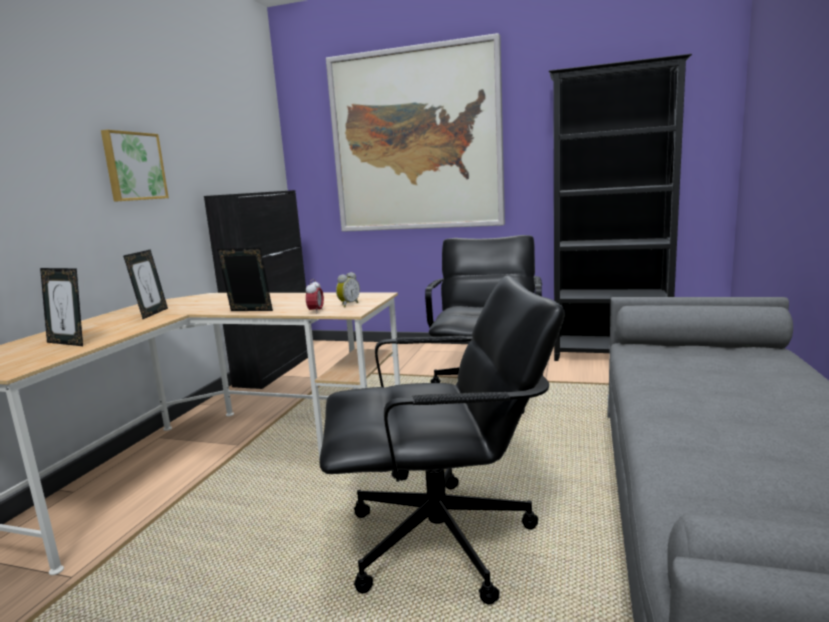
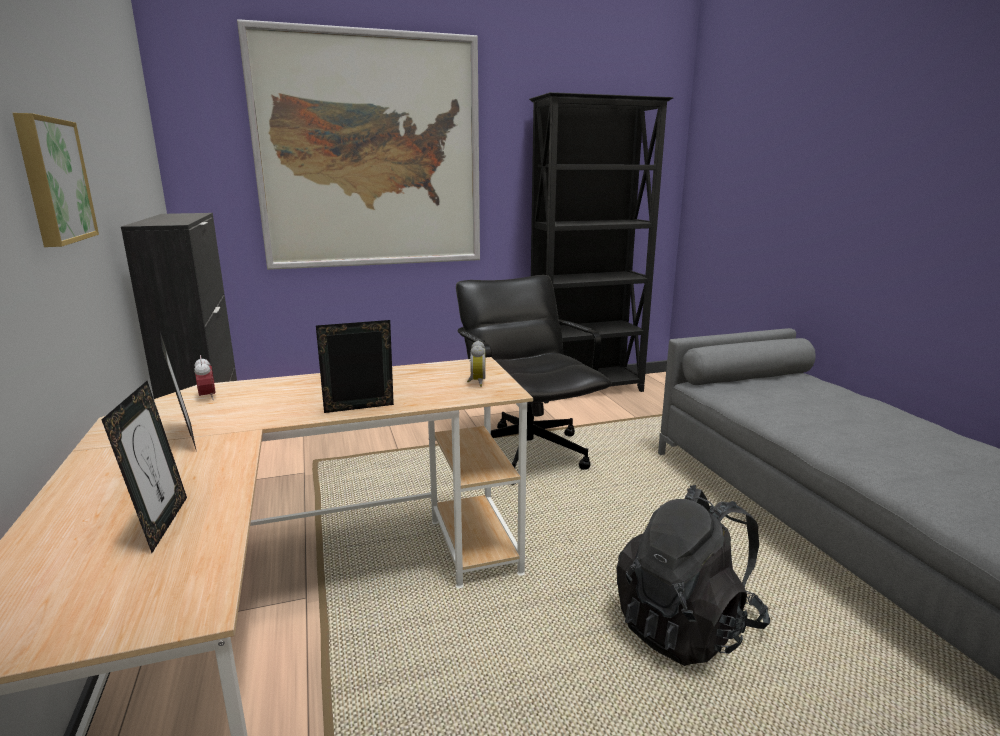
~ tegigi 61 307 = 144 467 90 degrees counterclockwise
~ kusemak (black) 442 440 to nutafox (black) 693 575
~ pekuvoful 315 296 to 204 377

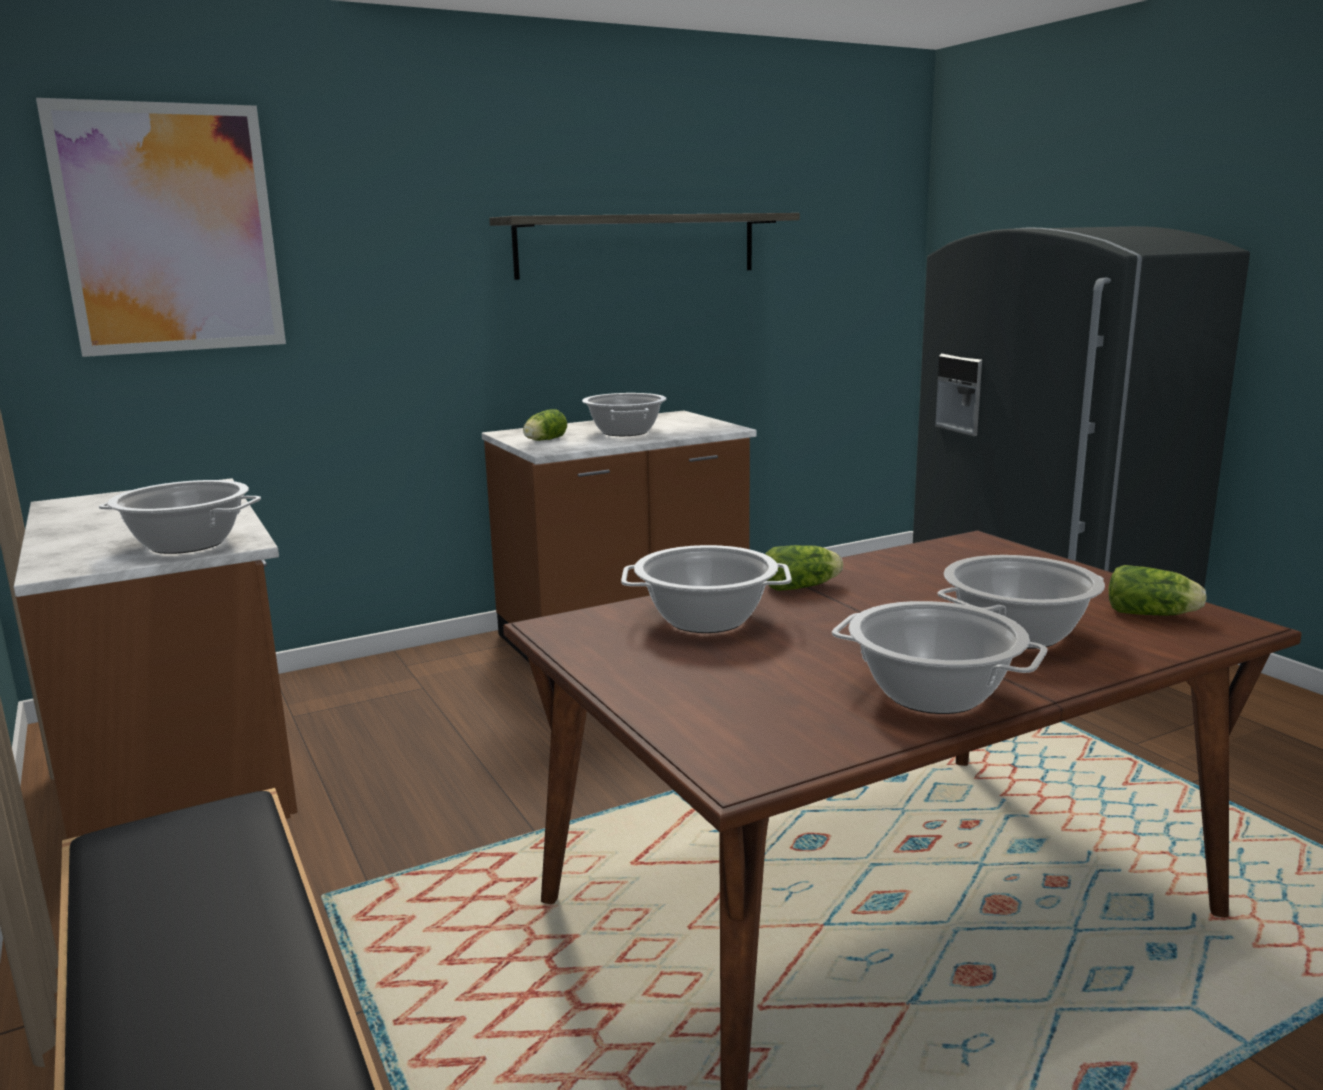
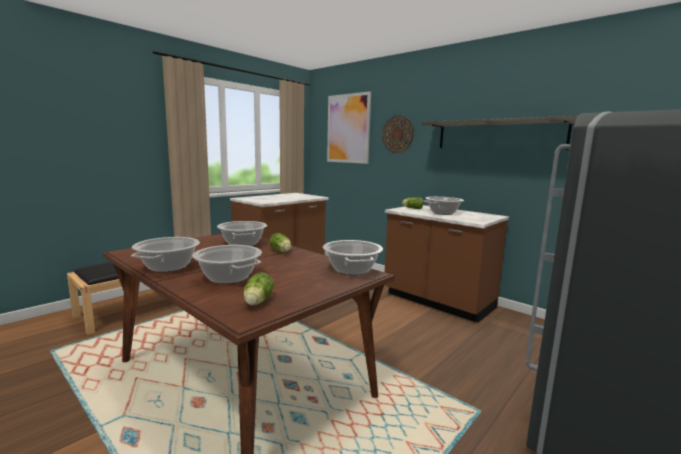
~ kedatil 180 517 to 353 257
+ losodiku 398 134

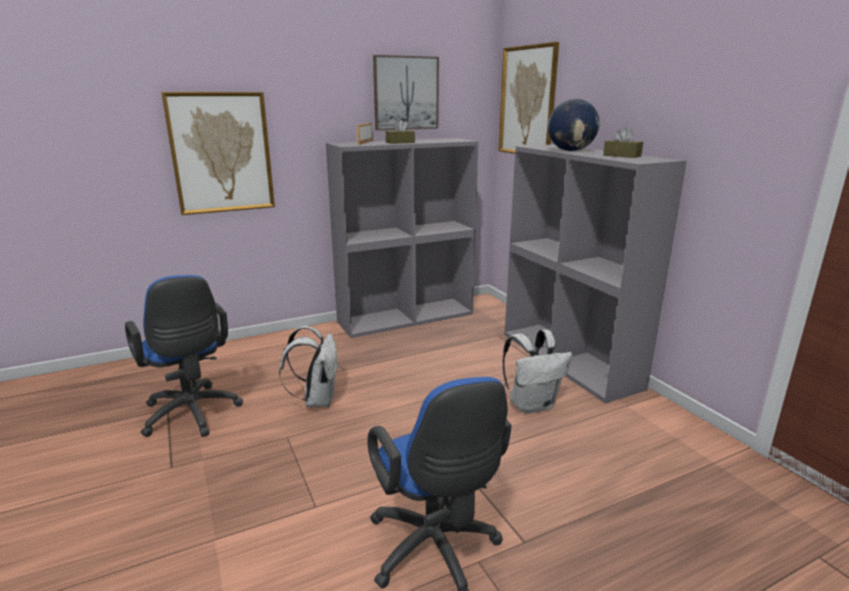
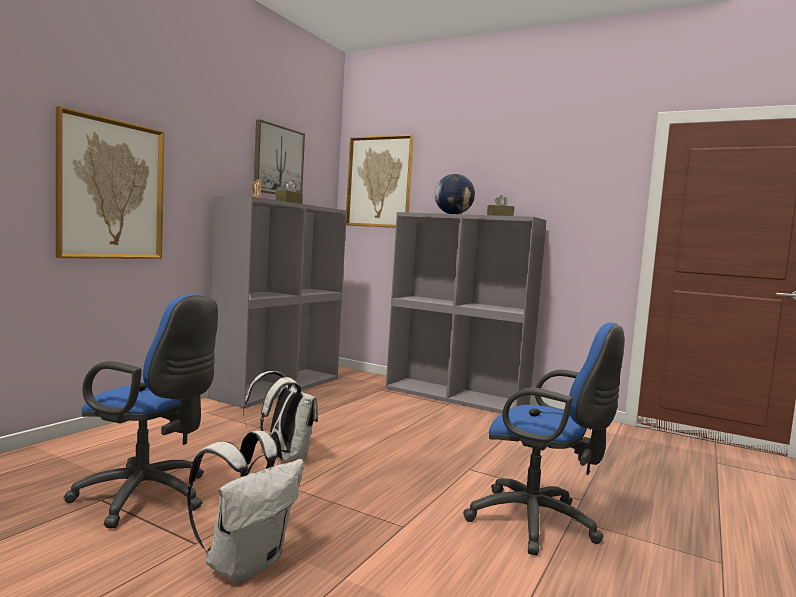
~ nutafox (white) 537 372 to 245 506

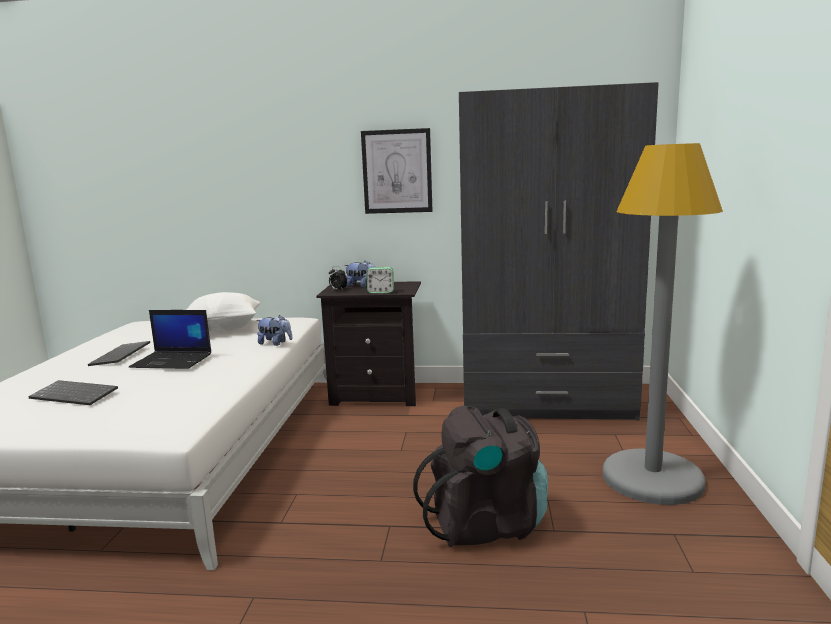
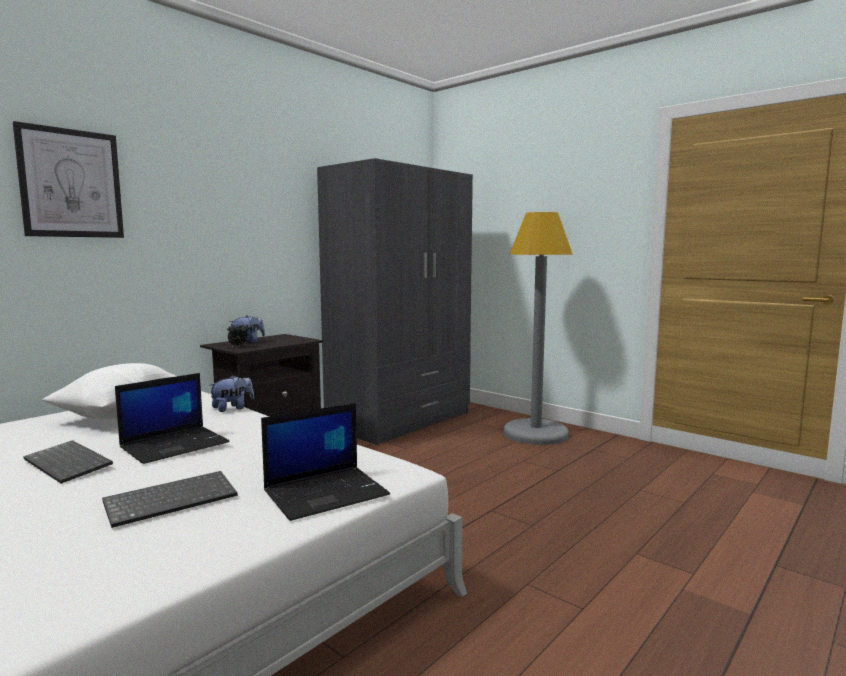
~ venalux 396 171 to 68 179
- pekuvoful 380 280
- nutafox (black) 480 476
+ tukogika 325 462

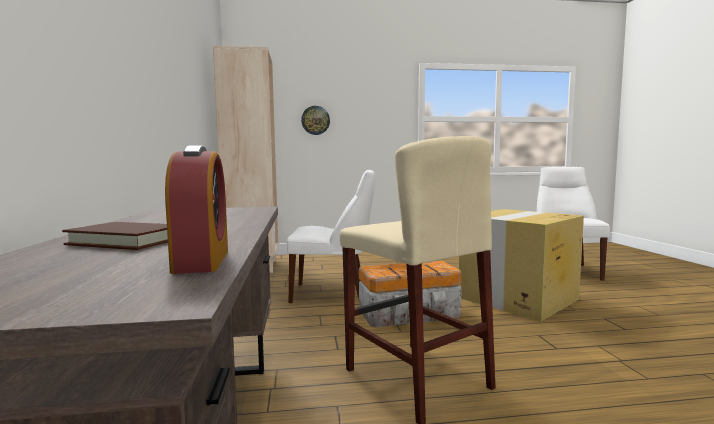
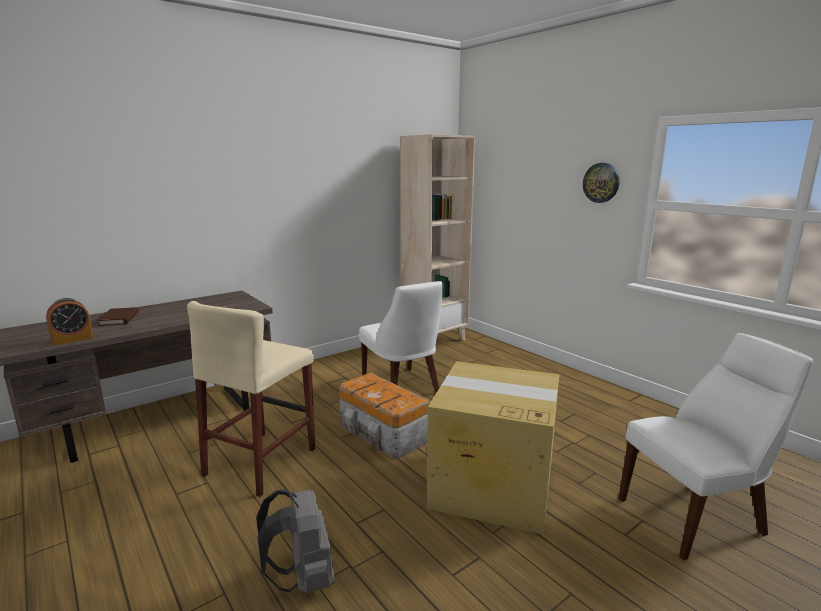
~ losodiku 315 120 to 601 183
+ nutafox (grey) 295 541

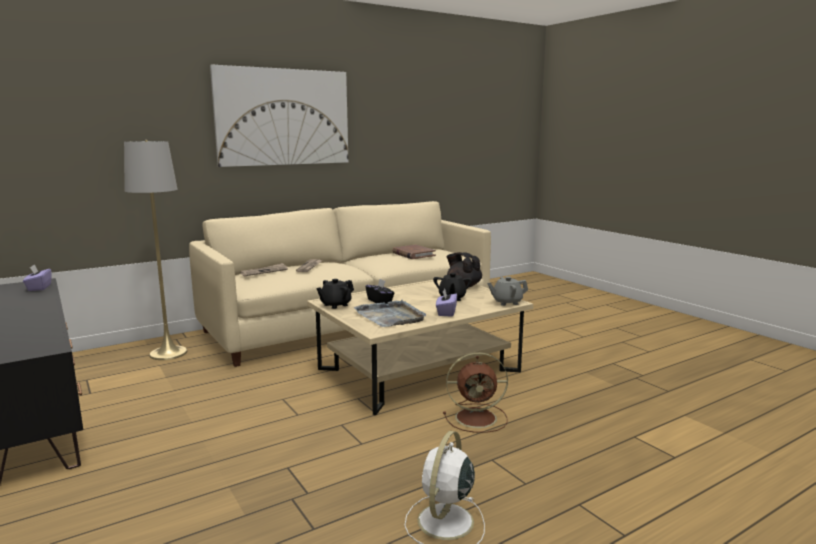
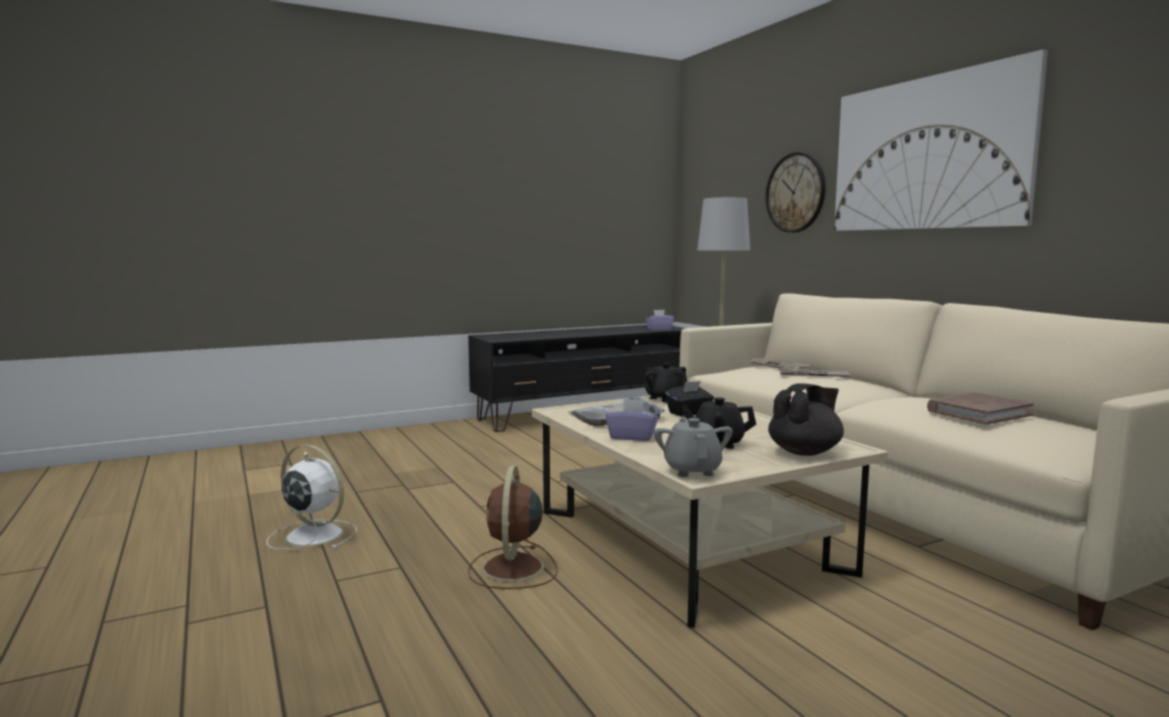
+ losodiku 796 192

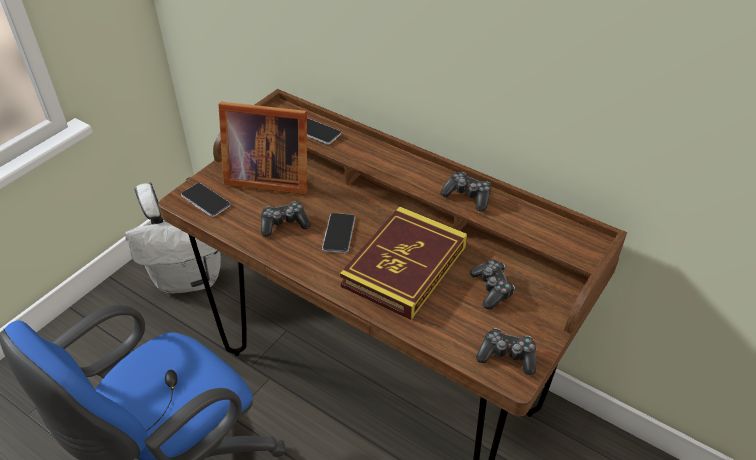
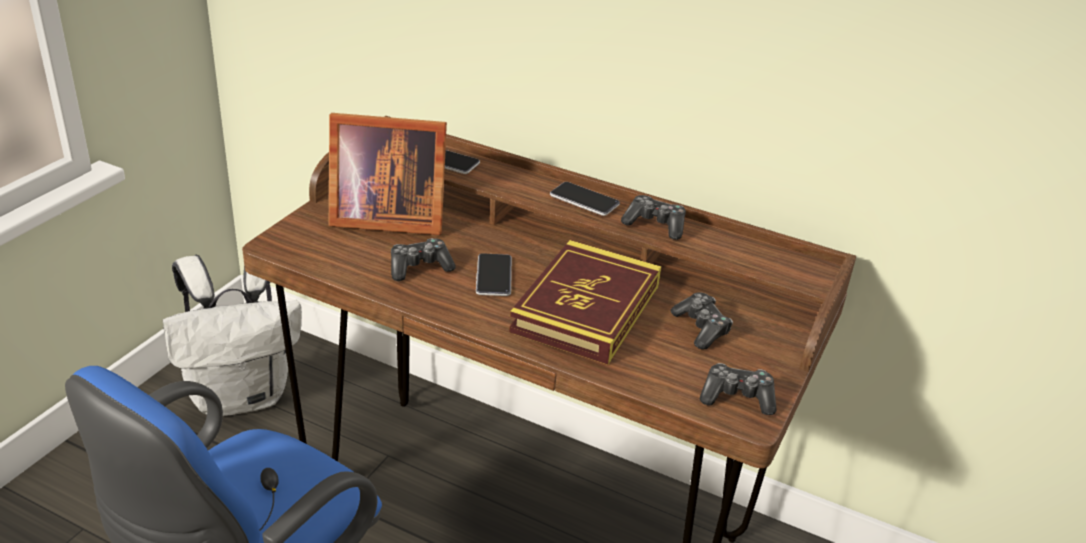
~ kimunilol 206 200 to 585 199

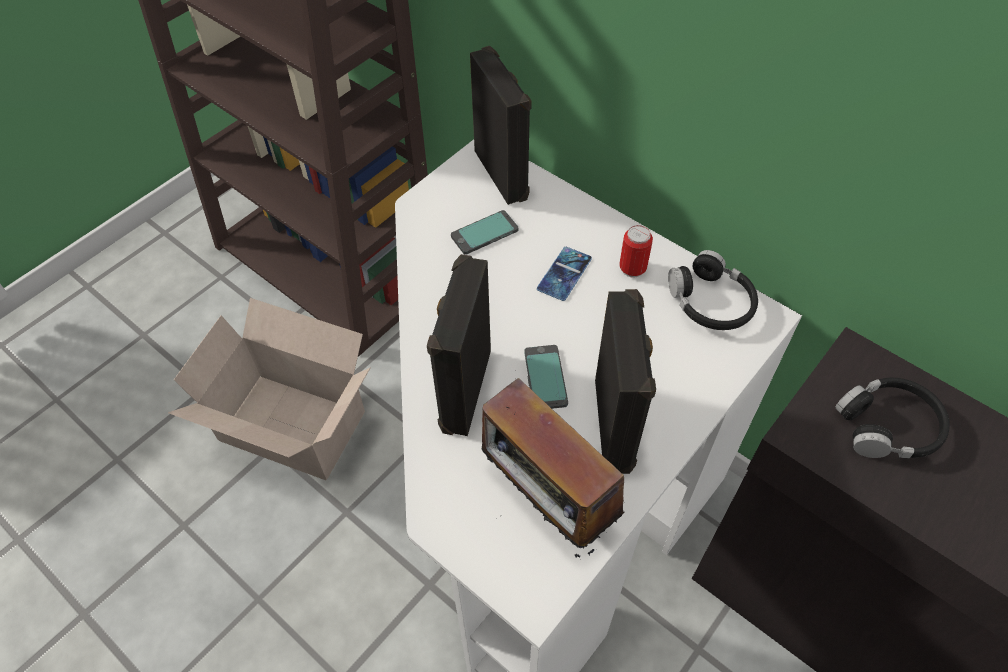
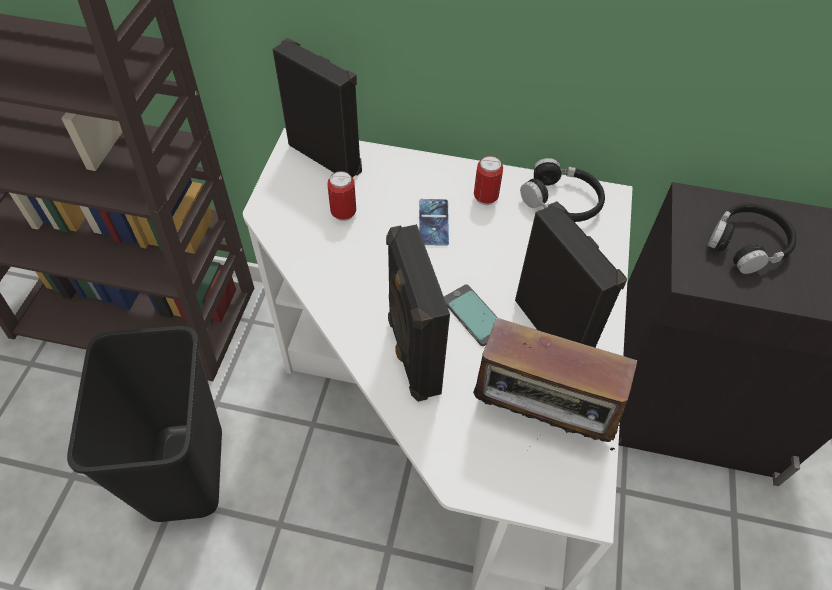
~ kimunilol 484 232 to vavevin 341 196
~ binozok 269 389 to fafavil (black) 144 424

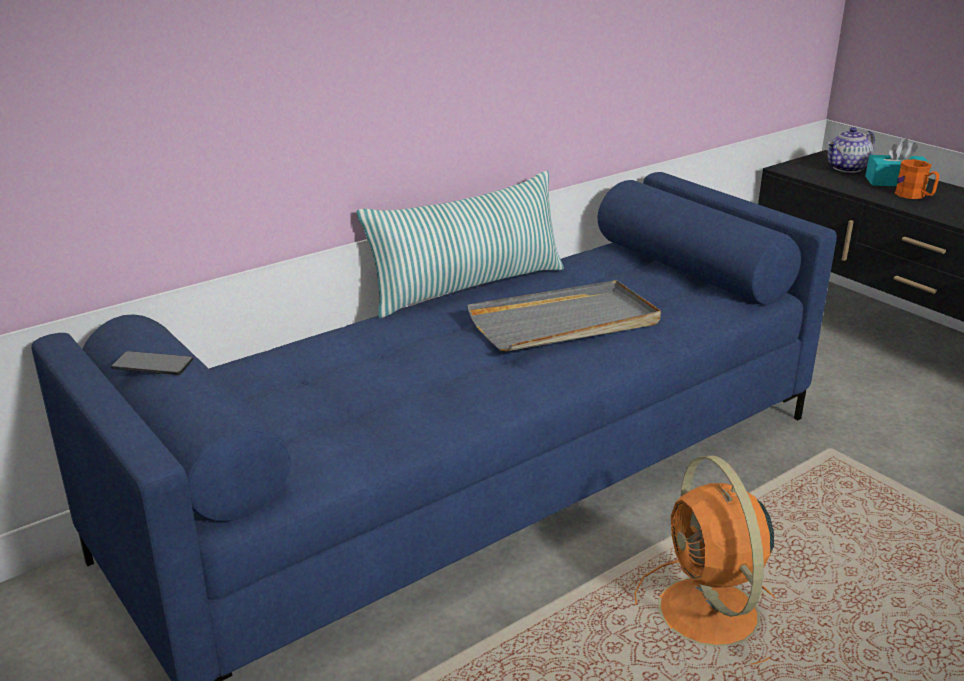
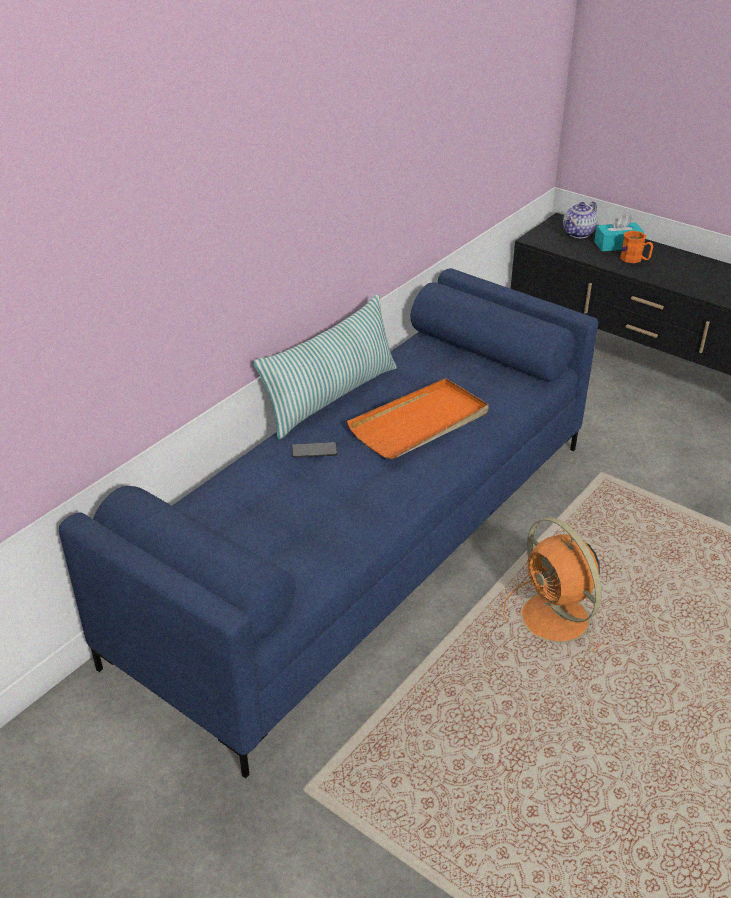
~ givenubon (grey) 564 315 to givenubon (orange) 418 418
~ kimunilol 152 363 to 314 450

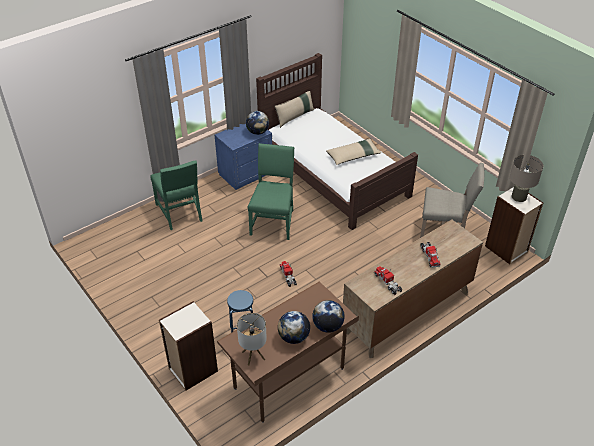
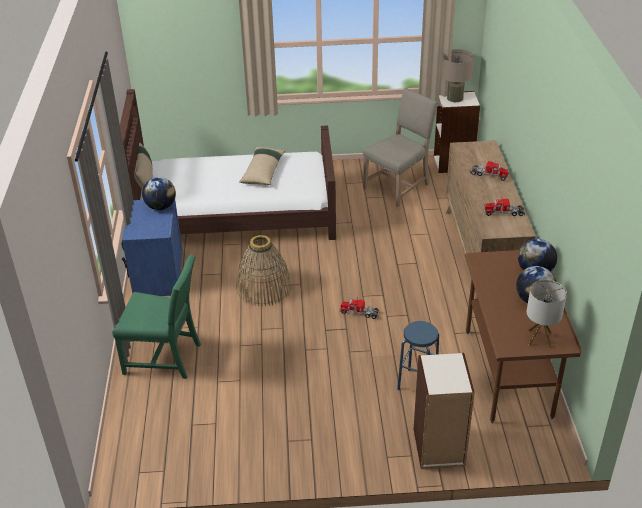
~ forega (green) 271 191 to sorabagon 264 270

